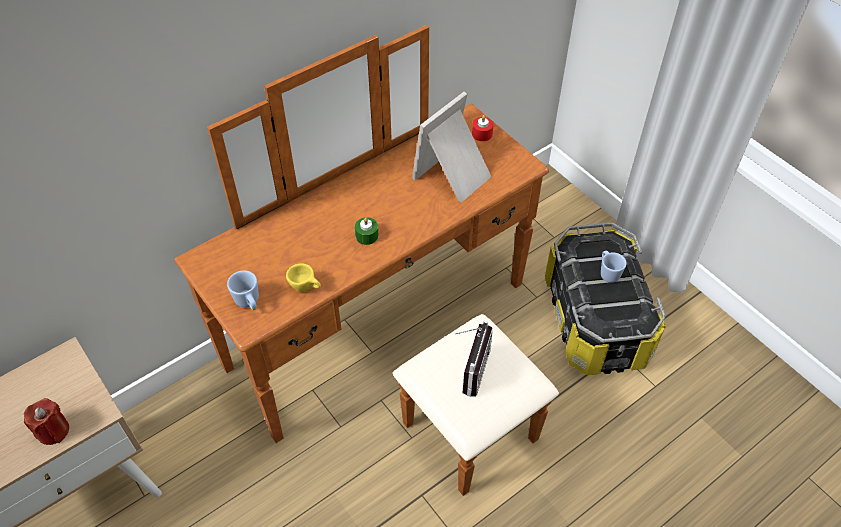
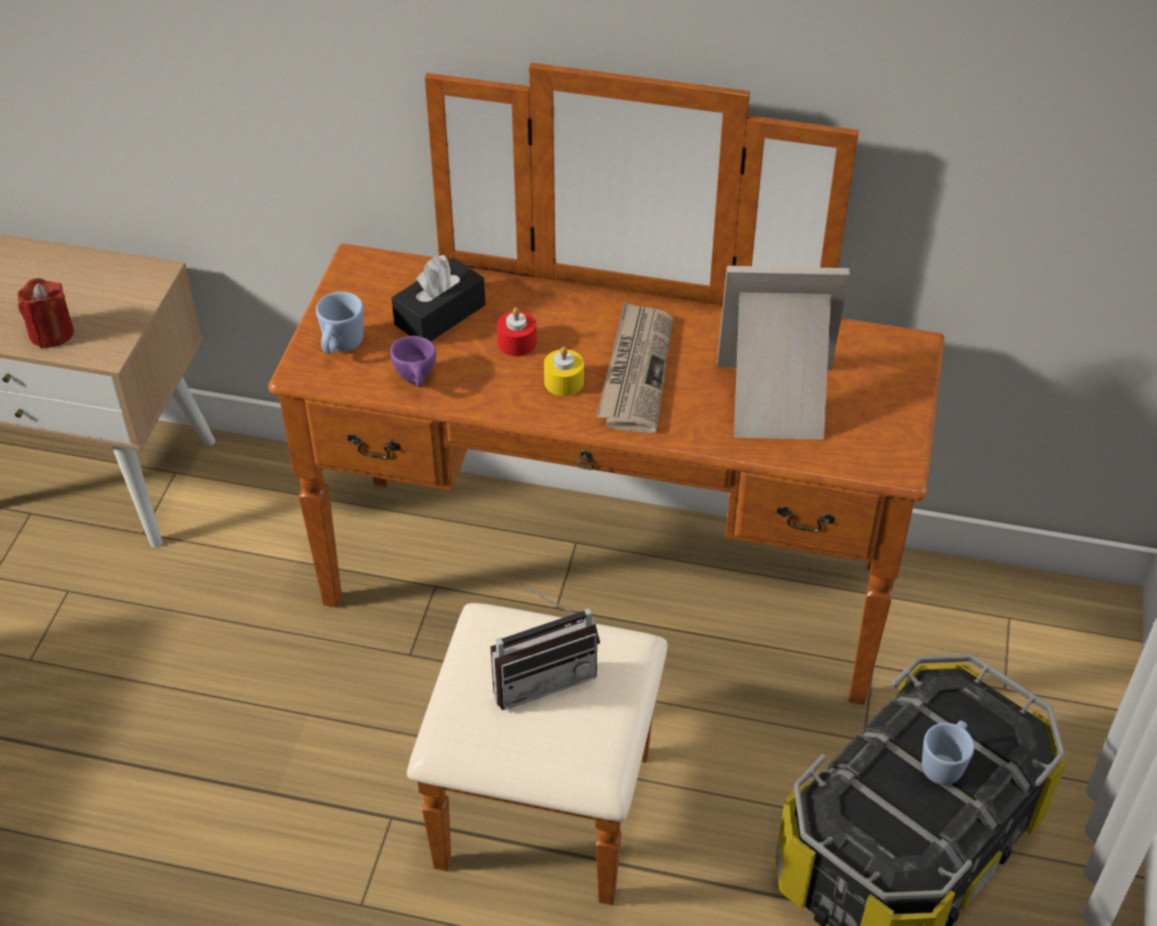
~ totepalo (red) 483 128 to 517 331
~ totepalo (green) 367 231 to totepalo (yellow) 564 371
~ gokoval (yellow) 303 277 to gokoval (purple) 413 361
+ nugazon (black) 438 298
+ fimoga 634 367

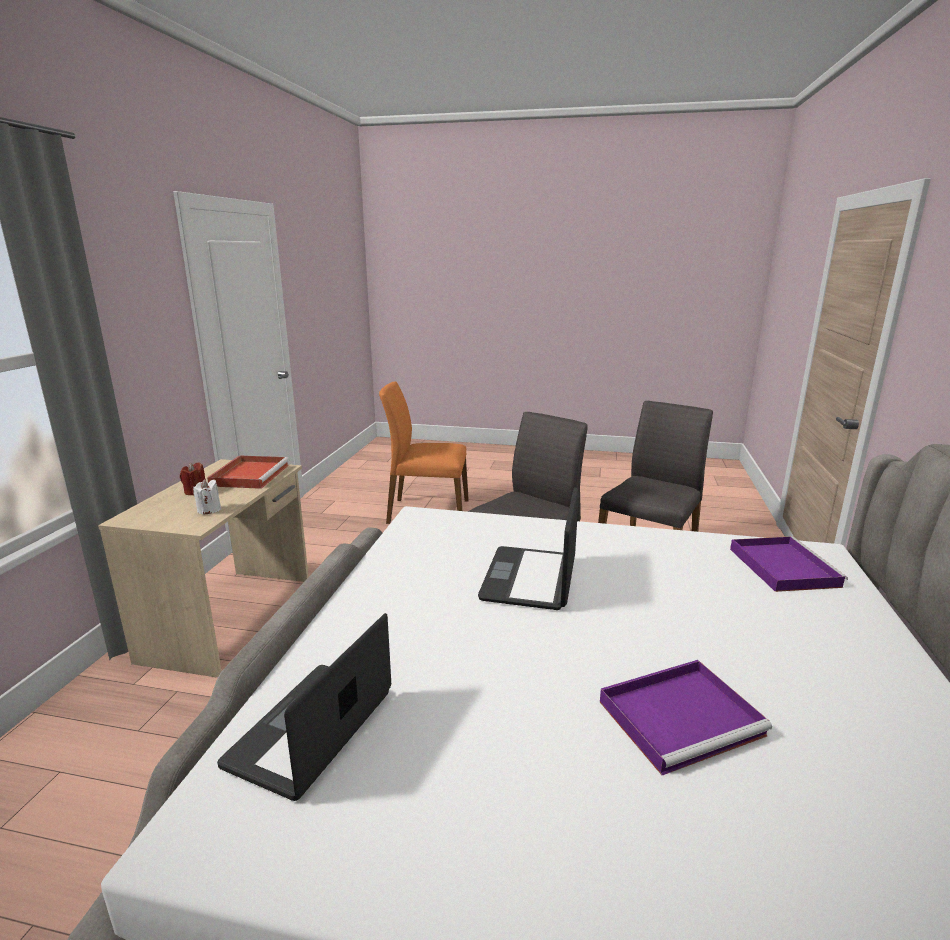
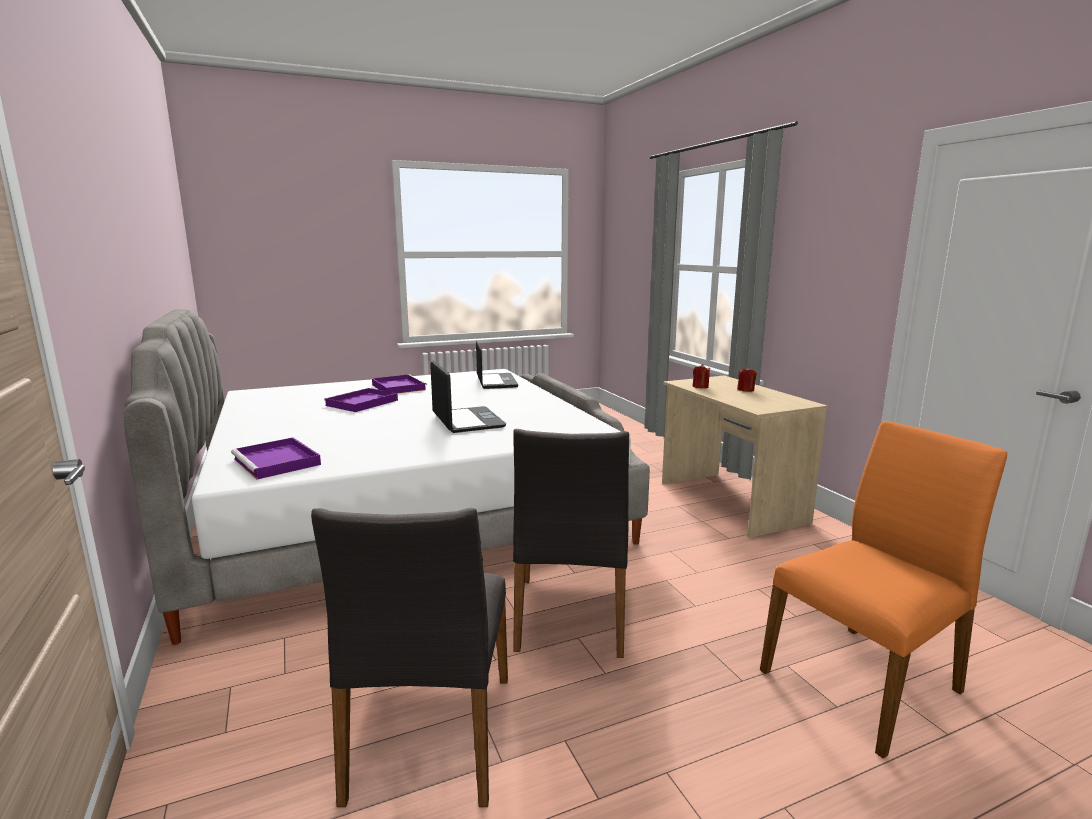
- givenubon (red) 248 472
~ totepalo (white) 207 497 to totepalo (red) 701 376
+ givenubon (purple) 399 383

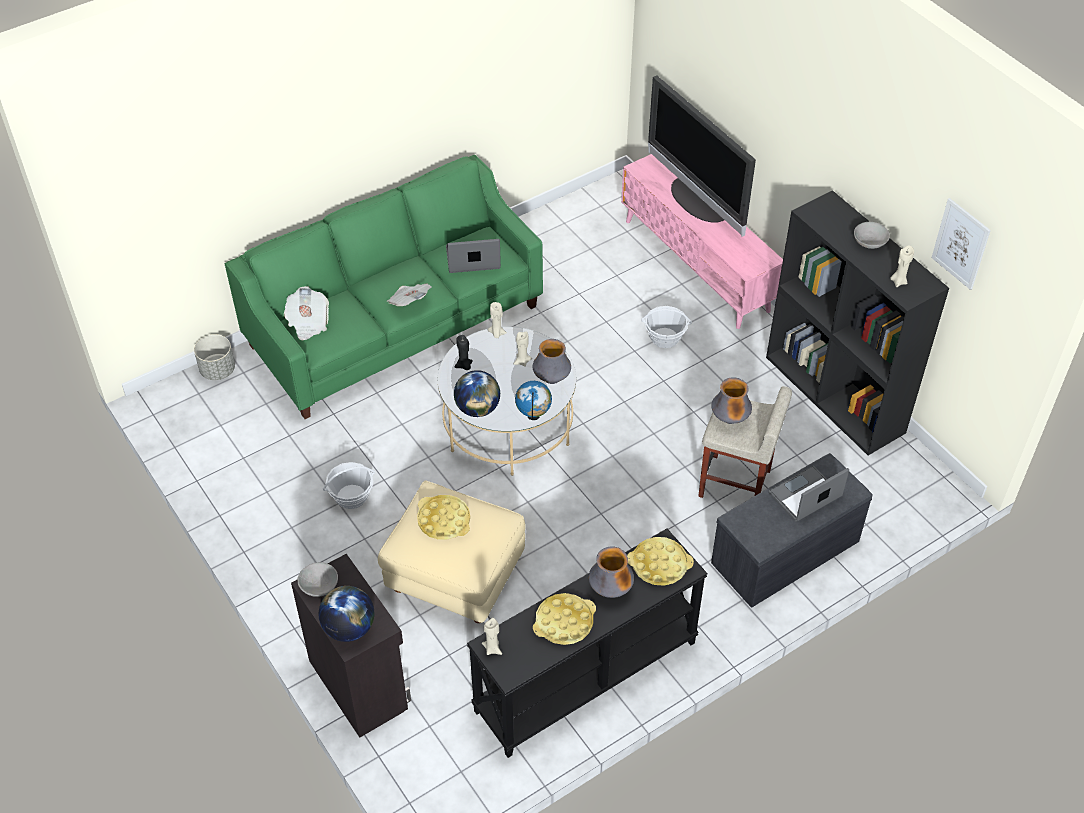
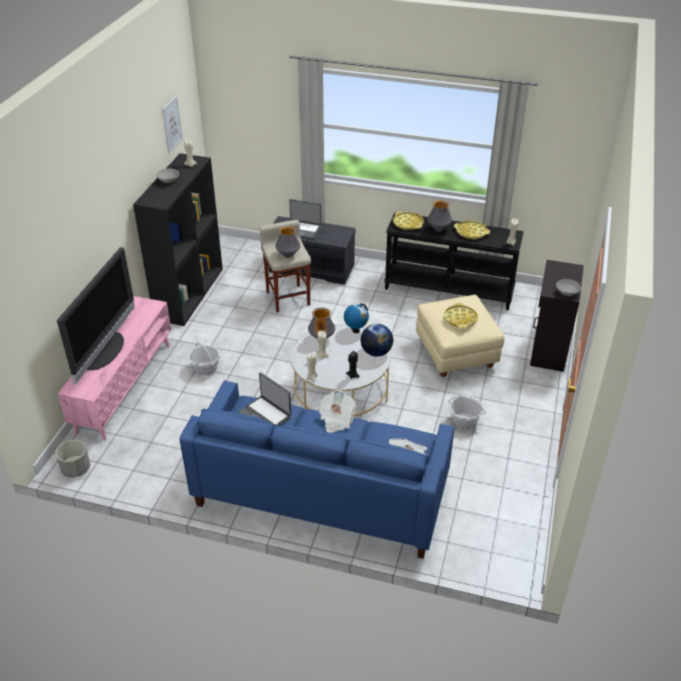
~ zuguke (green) 383 287 to zuguke (blue) 317 469
~ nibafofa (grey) 214 357 to 73 458
- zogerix 346 614

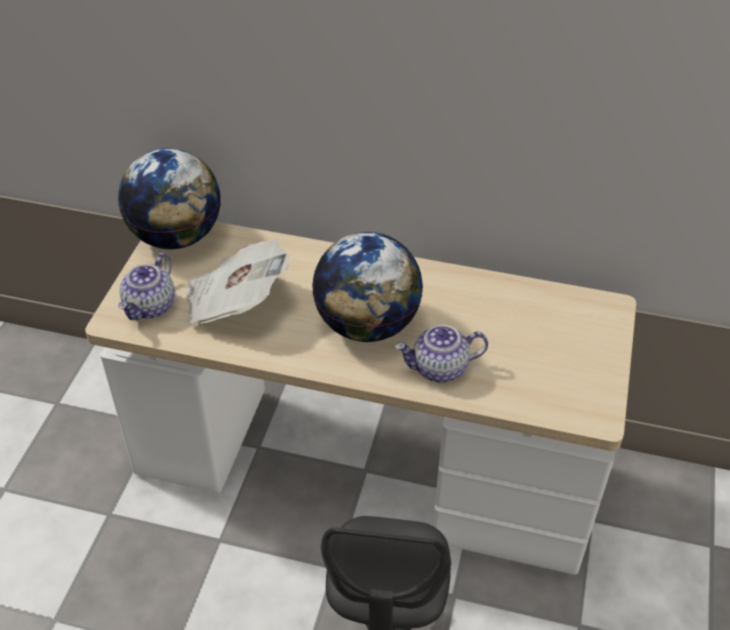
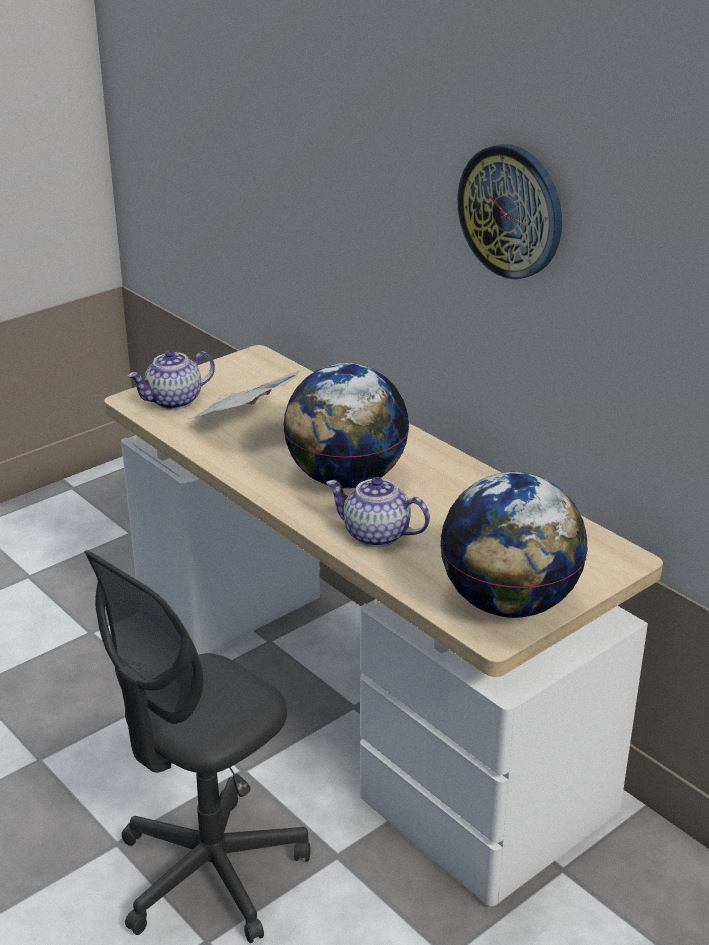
~ zogerix 169 198 to 514 545
+ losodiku 509 211

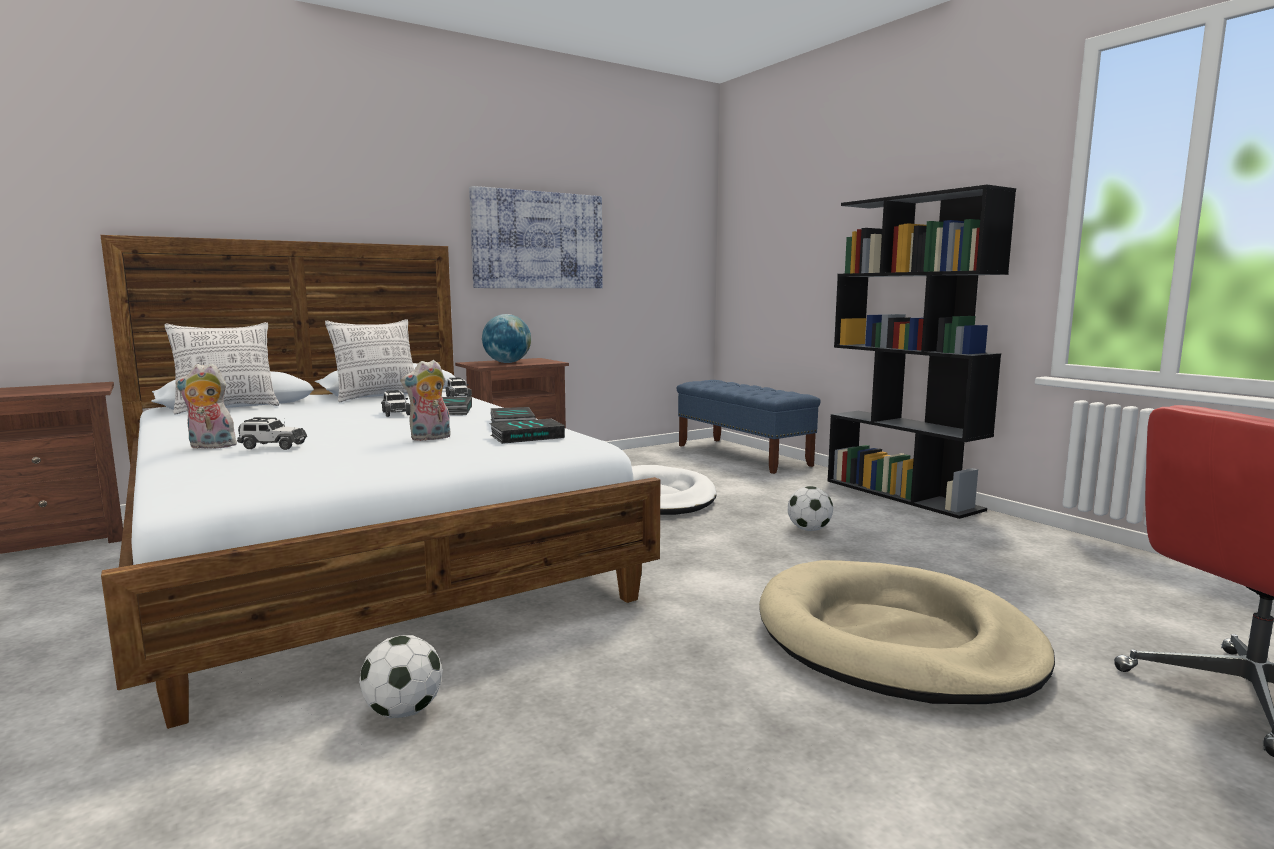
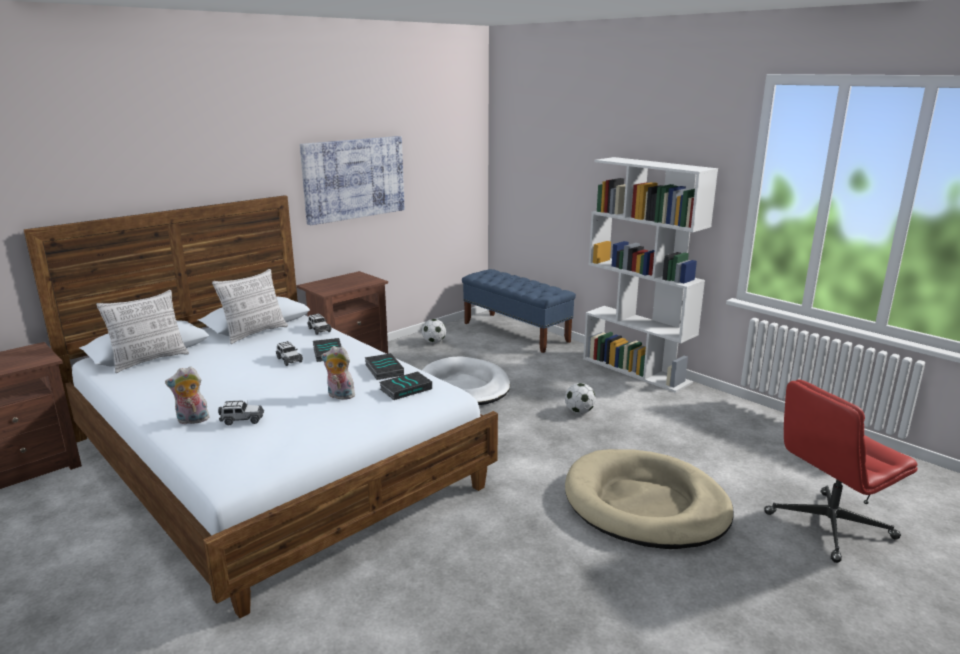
~ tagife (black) 921 352 to tagife (white) 650 275
- zogerix 506 338
~ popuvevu 425 400 = 338 373 60 degrees clockwise
~ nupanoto 401 676 to 434 331

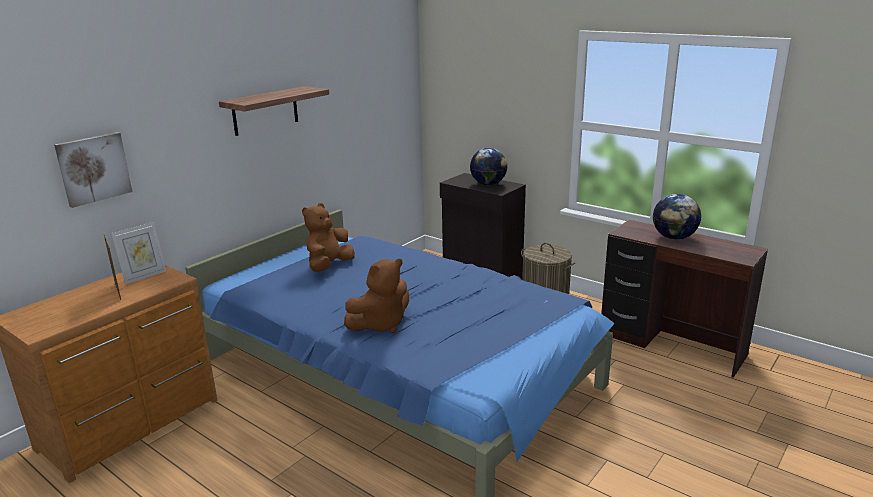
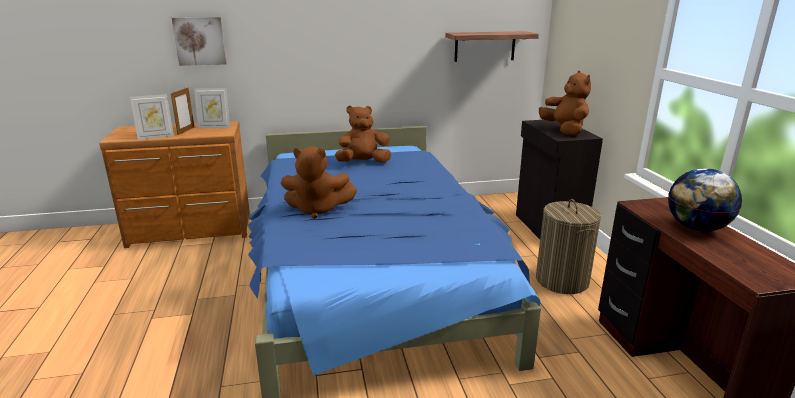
~ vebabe 274 111 to 492 46
~ zogerix 488 166 to popuvevu (brown) 565 103
+ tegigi 152 117

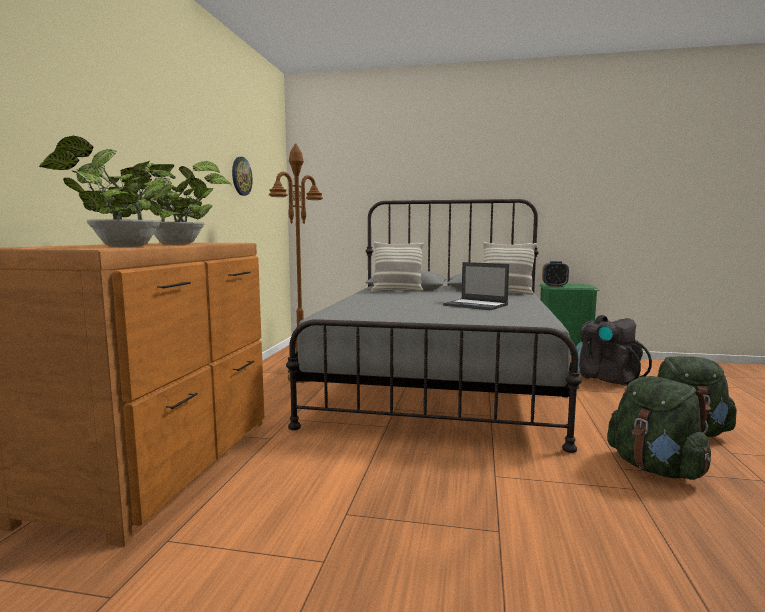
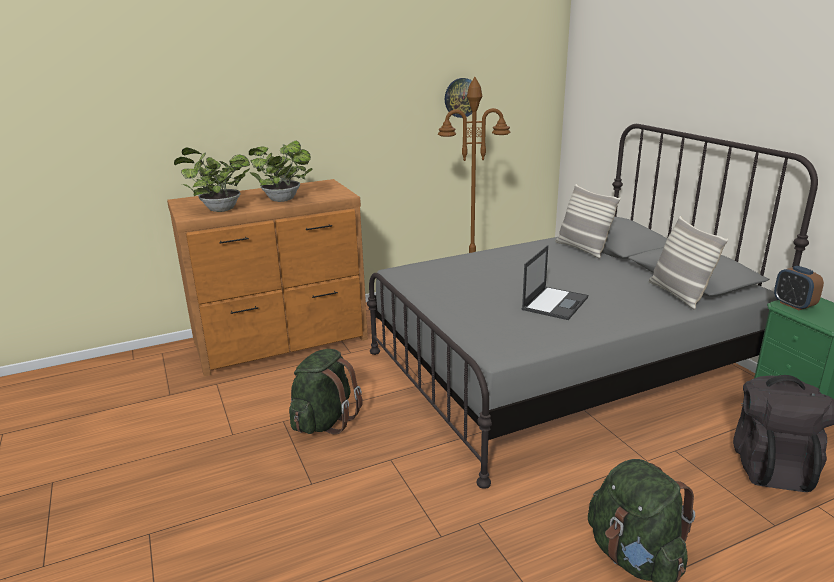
~ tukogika 476 286 = 555 282 150 degrees counterclockwise
~ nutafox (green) 659 428 to 326 391

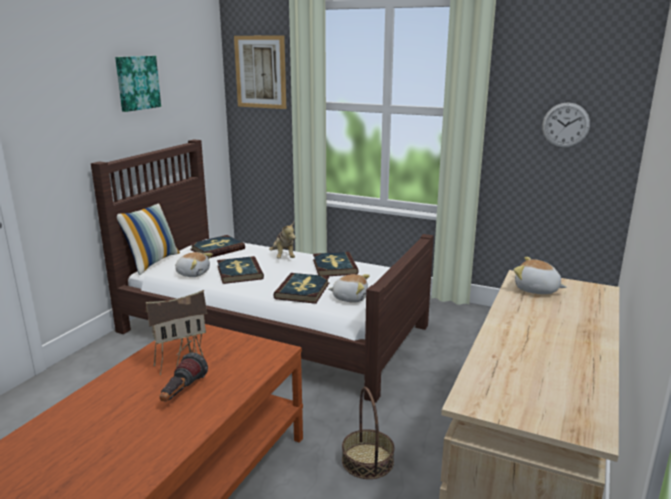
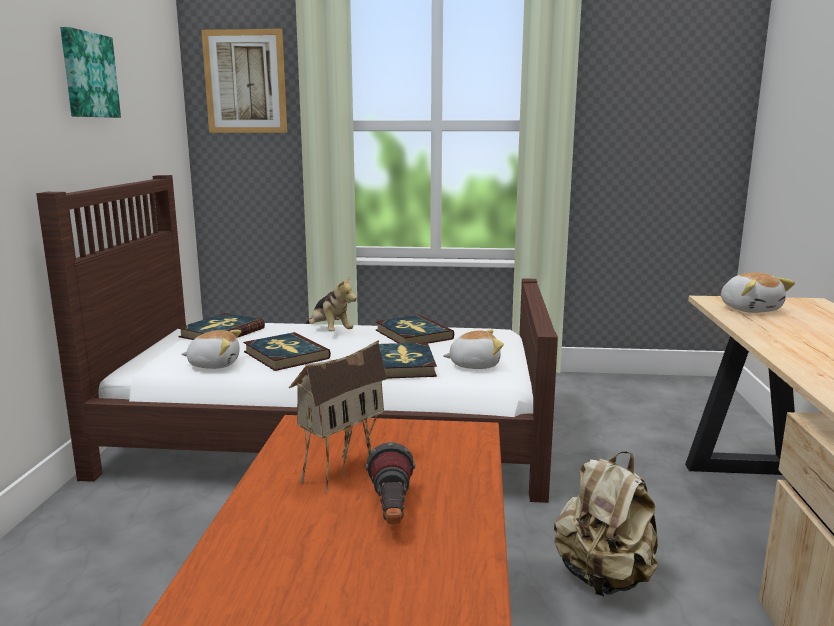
- losodiku 566 125
- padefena 148 239
~ popuvevu 540 275 = 758 292 120 degrees counterclockwise
~ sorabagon 368 433 to nutafox (beige) 606 523

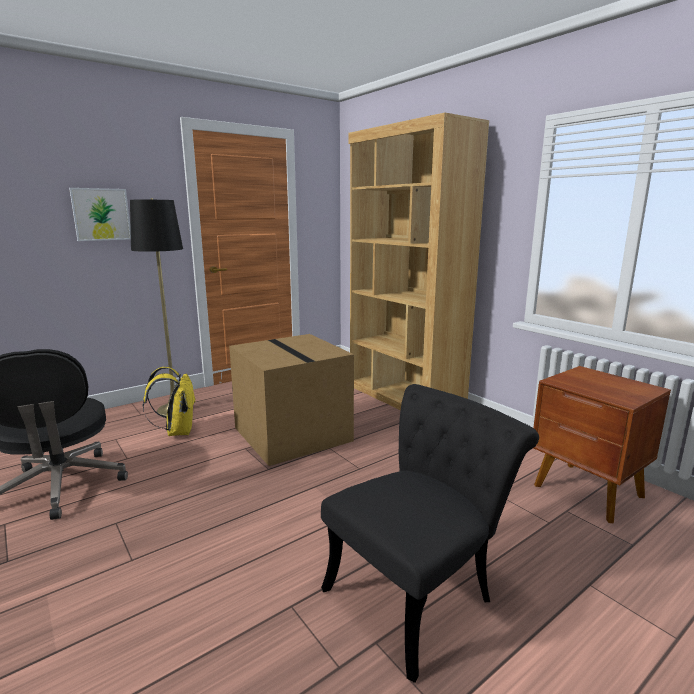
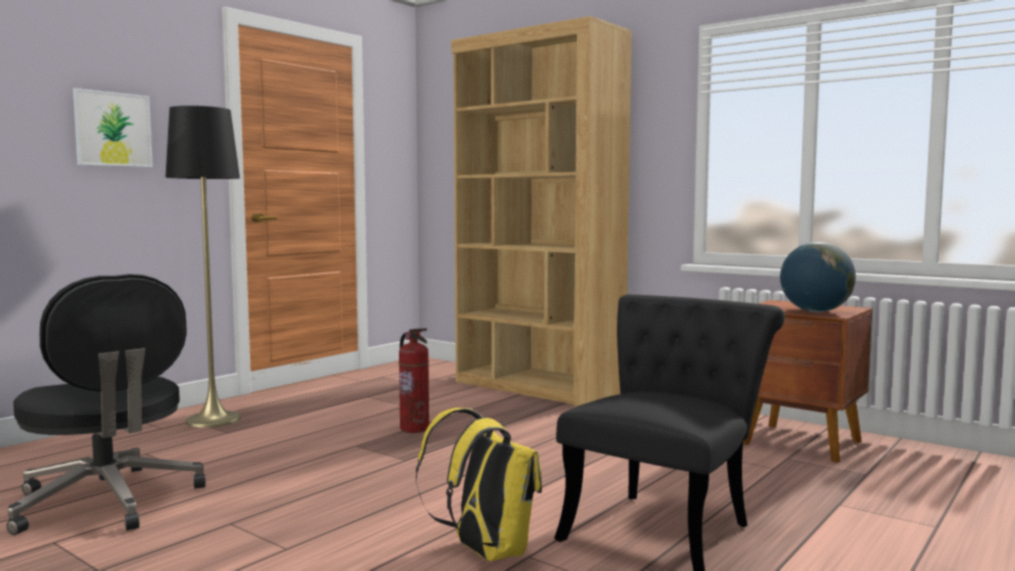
~ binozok 291 400 to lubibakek 414 380
~ nutafox (yellow) 169 401 to 479 484
+ zogerix 818 277

